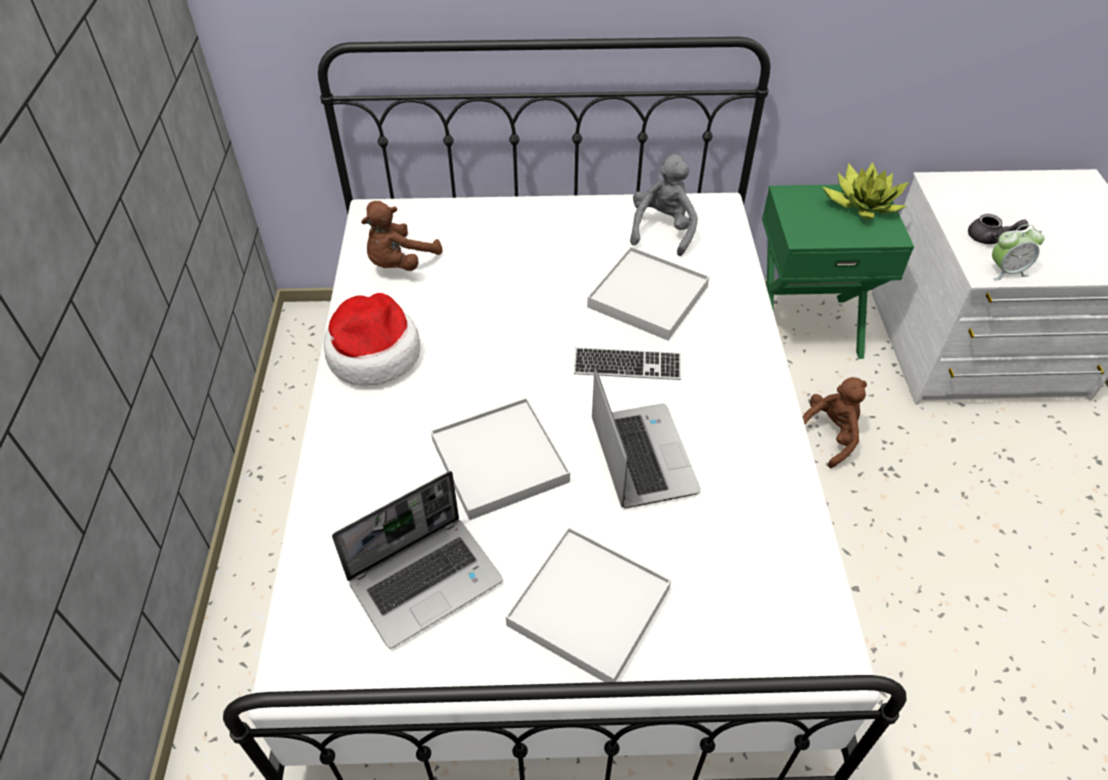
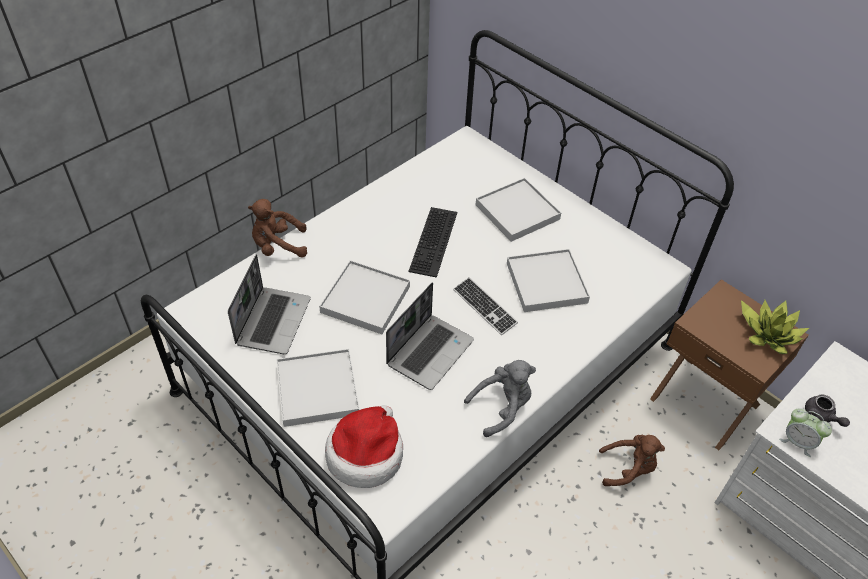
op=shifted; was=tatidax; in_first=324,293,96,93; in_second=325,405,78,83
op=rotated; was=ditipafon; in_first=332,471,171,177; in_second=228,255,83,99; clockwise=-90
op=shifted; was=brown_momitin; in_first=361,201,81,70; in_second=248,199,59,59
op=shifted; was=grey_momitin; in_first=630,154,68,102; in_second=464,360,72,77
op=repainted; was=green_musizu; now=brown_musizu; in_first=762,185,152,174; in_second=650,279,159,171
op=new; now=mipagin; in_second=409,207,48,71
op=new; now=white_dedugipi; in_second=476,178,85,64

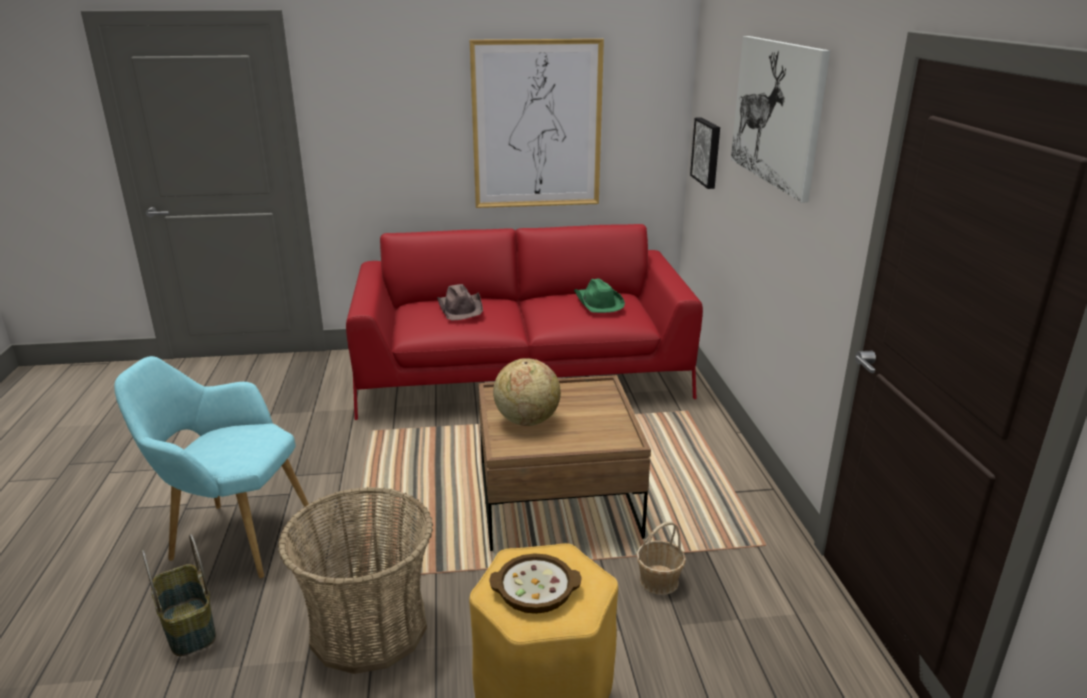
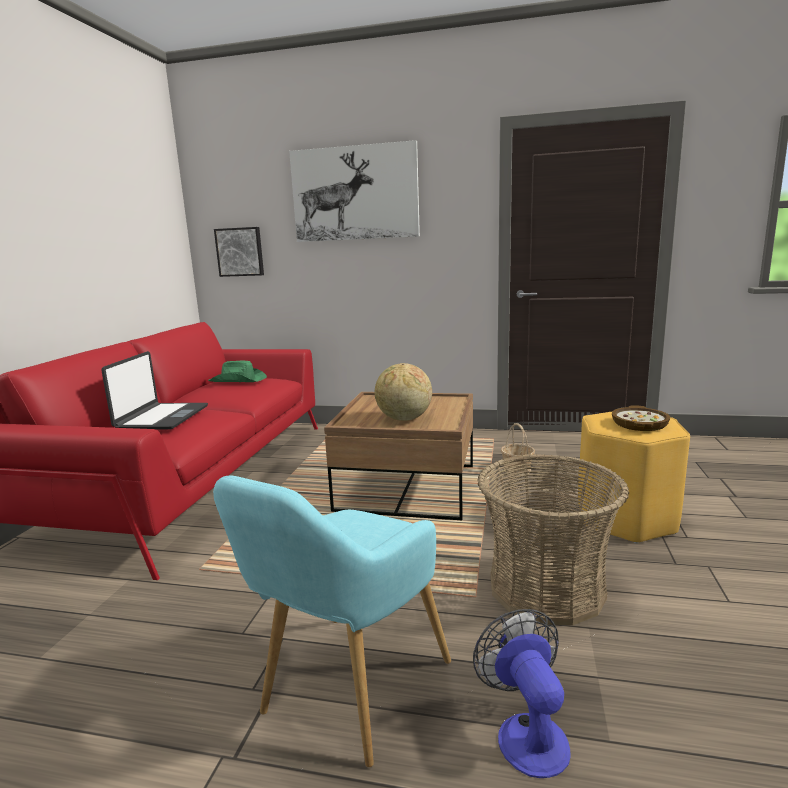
op=swapped; was=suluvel; now=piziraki; in_first=142,534,74,122; in_second=473,609,98,169
op=swapped; was=brown_tatidax; now=ditipafon; in_first=437,284,46,36; in_second=102,351,106,79
op=gone; was=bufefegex; in_first=470,39,134,169

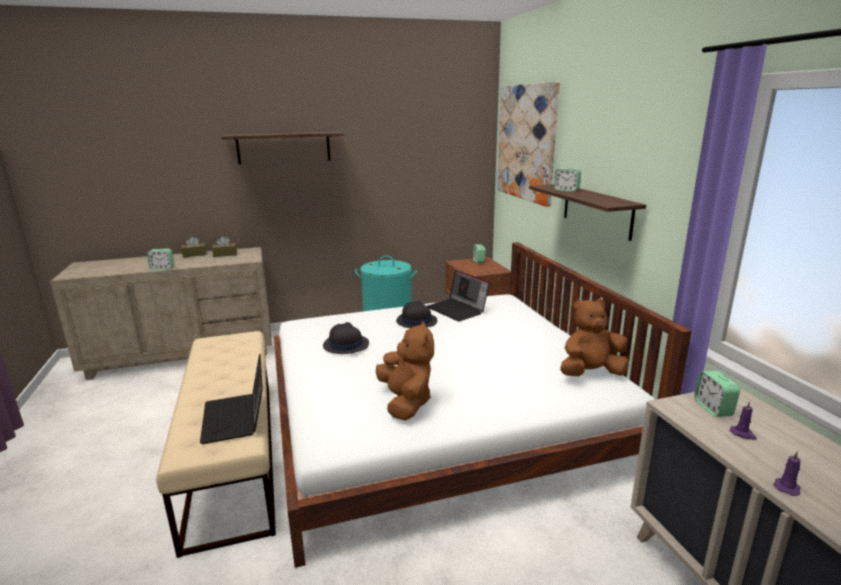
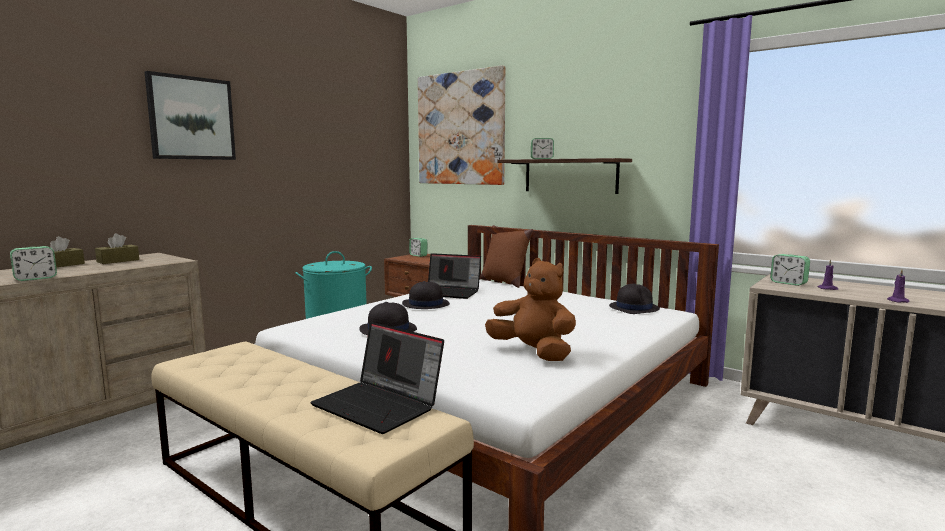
op=swapped; was=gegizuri; now=bufefegex; in_first=221,132,123,33; in_second=144,71,92,89
op=swapped; was=brown_momitin; now=black_tatidax; in_first=560,299,68,77; in_second=609,284,51,30
op=new; now=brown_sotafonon; in_second=480,225,53,63

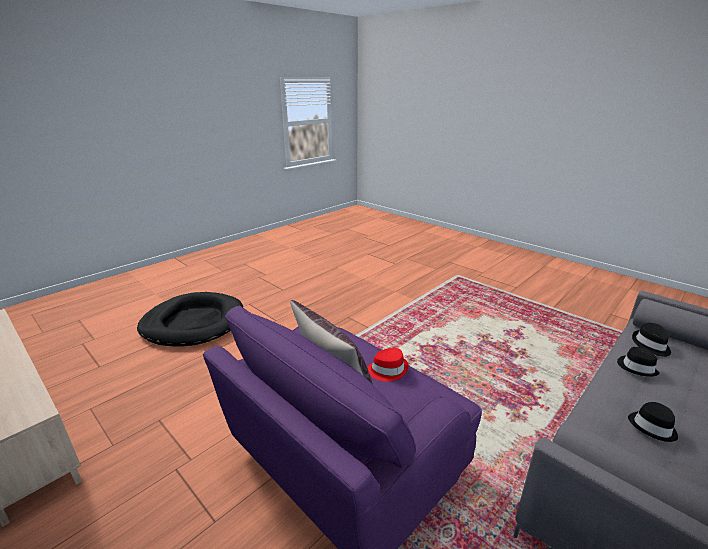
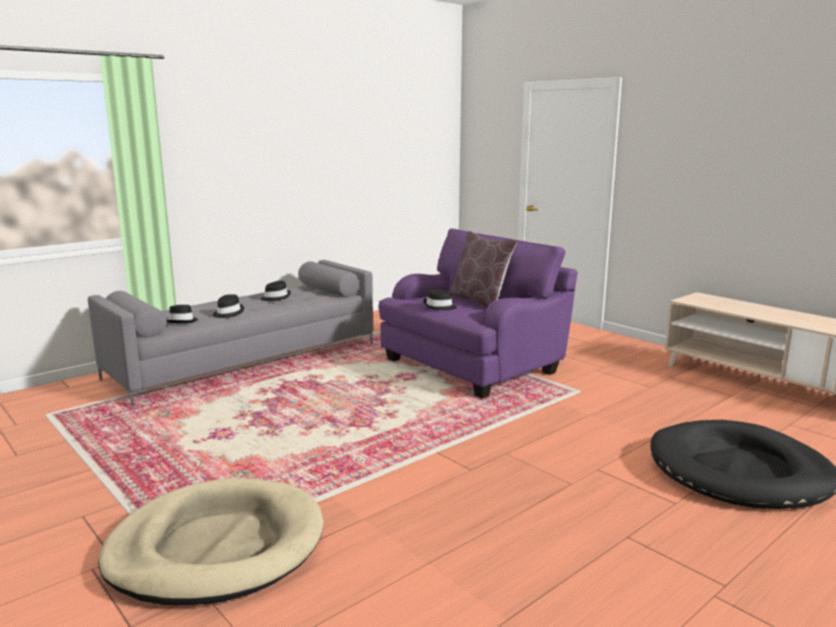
op=repainted; was=red_tatidax; now=black_tatidax; in_first=367,348,42,33; in_second=423,288,34,22
op=new; now=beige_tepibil; in_second=98,479,226,126

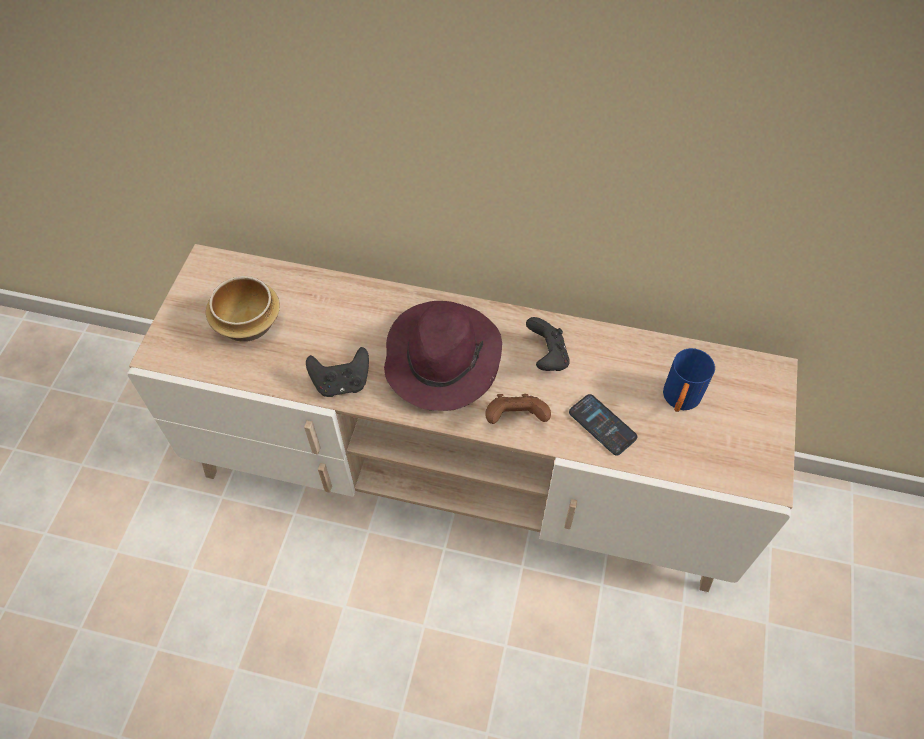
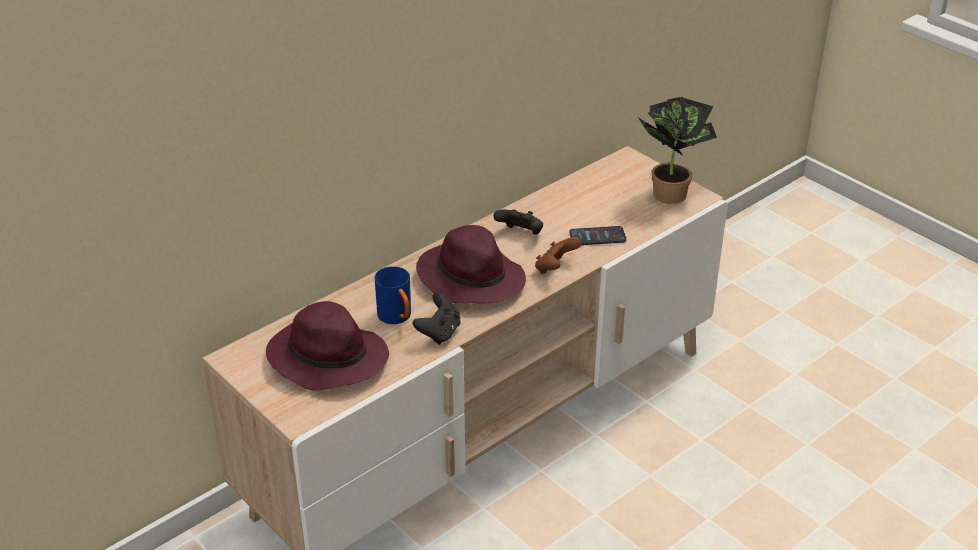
op=swapped; was=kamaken; now=purple_tatidax; in_first=206,276,74,66; in_second=266,301,123,90
op=shifted; was=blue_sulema; in_first=663,348,52,64; in_second=375,266,36,58
op=new; now=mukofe; in_second=638,97,79,107

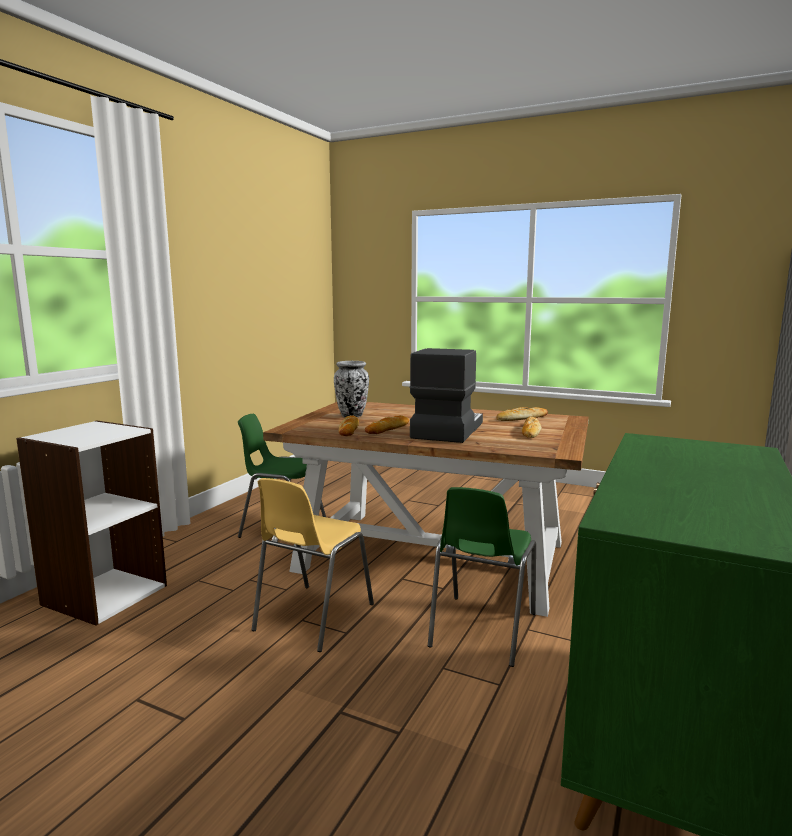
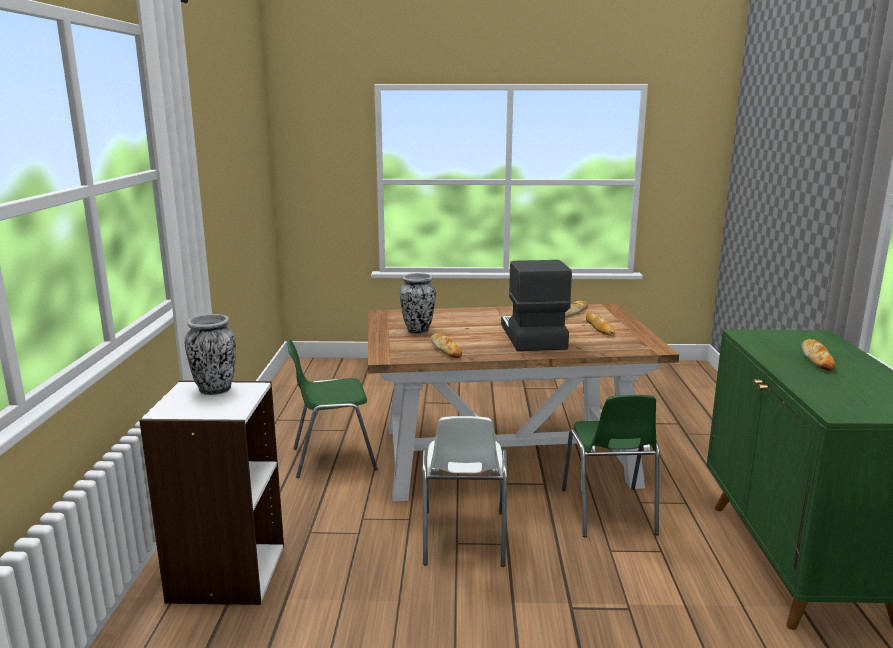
op=repainted; was=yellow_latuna; now=white_latuna; in_first=252,478,122,174; in_second=422,416,85,151
op=shifted; was=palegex; in_first=365,415,44,19; in_second=802,339,34,32
op=new; now=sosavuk; in_second=185,314,51,81

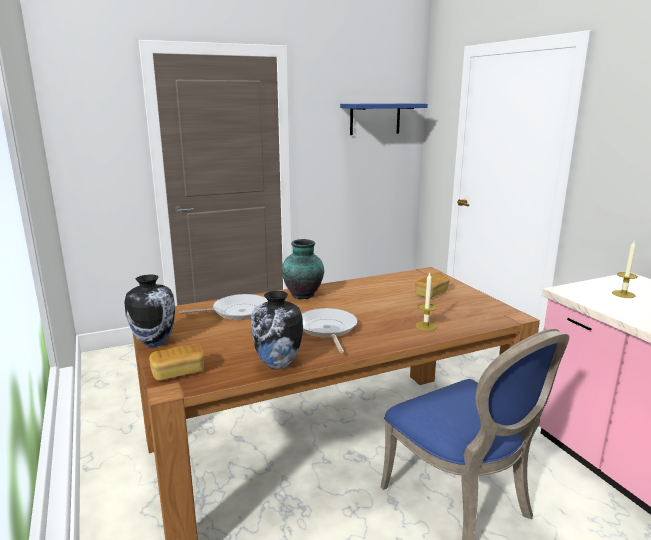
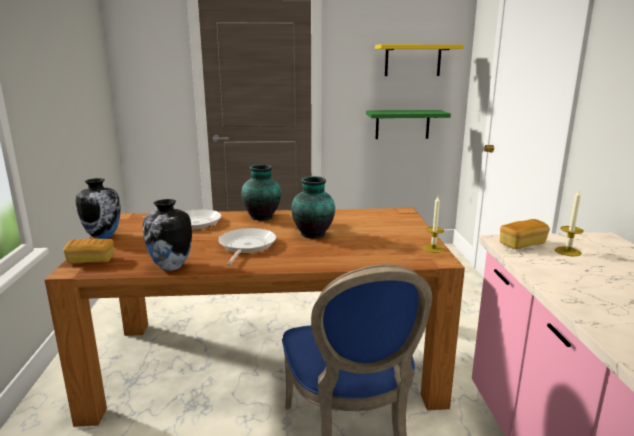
op=repainted; was=blue_gegizuri; now=yellow_gegizuri; in_first=340,103,88,32; in_second=375,44,89,32
op=shifted; was=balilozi; in_first=415,273,22,58; in_second=423,196,21,57
op=shifted; was=palegex; in_first=415,273,35,25; in_second=500,219,50,30
op=new; now=sosavuk; in_second=291,176,44,62
op=new; now=green_gegizuri; in_second=366,110,85,29

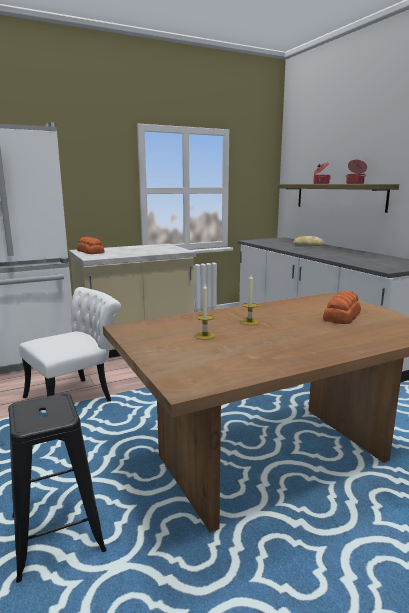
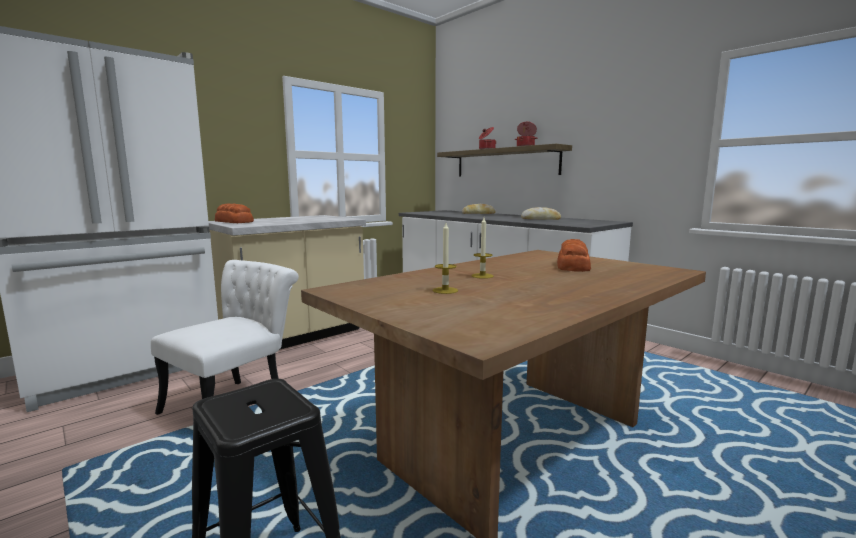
op=new; now=palegex; in_second=521,207,40,13

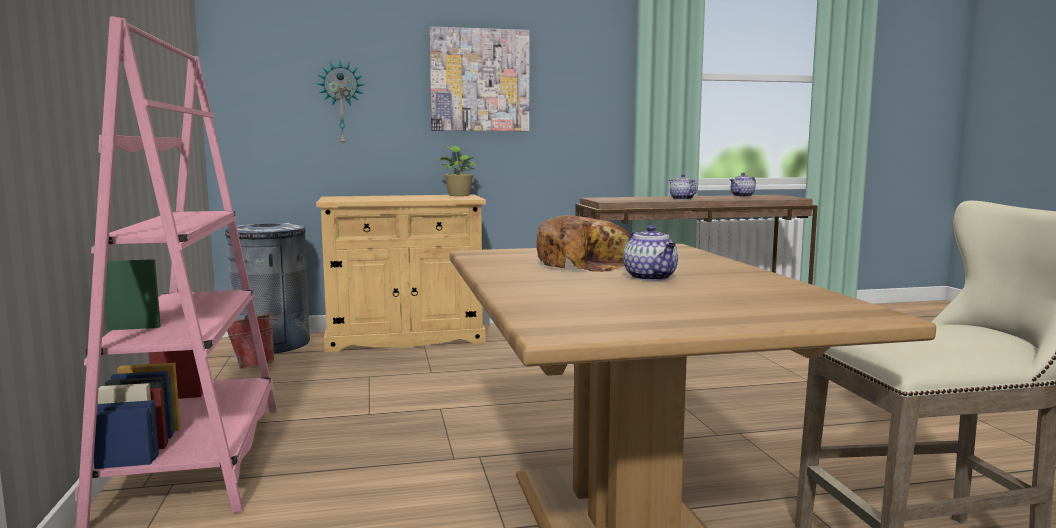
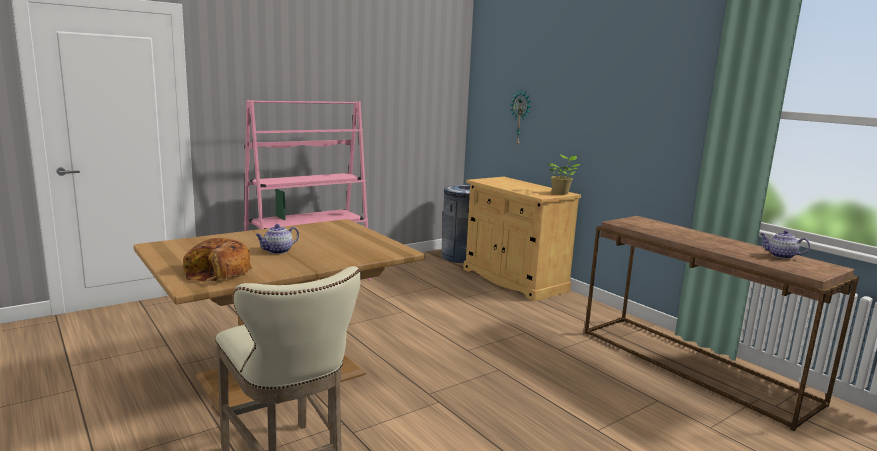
op=gone; was=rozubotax; in_first=227,313,50,56
op=gone; was=bufefegex; in_first=429,26,100,105
op=shifted; was=palegex; in_first=537,215,93,57; in_second=183,238,70,45
op=gone; was=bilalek; in_first=669,174,29,26

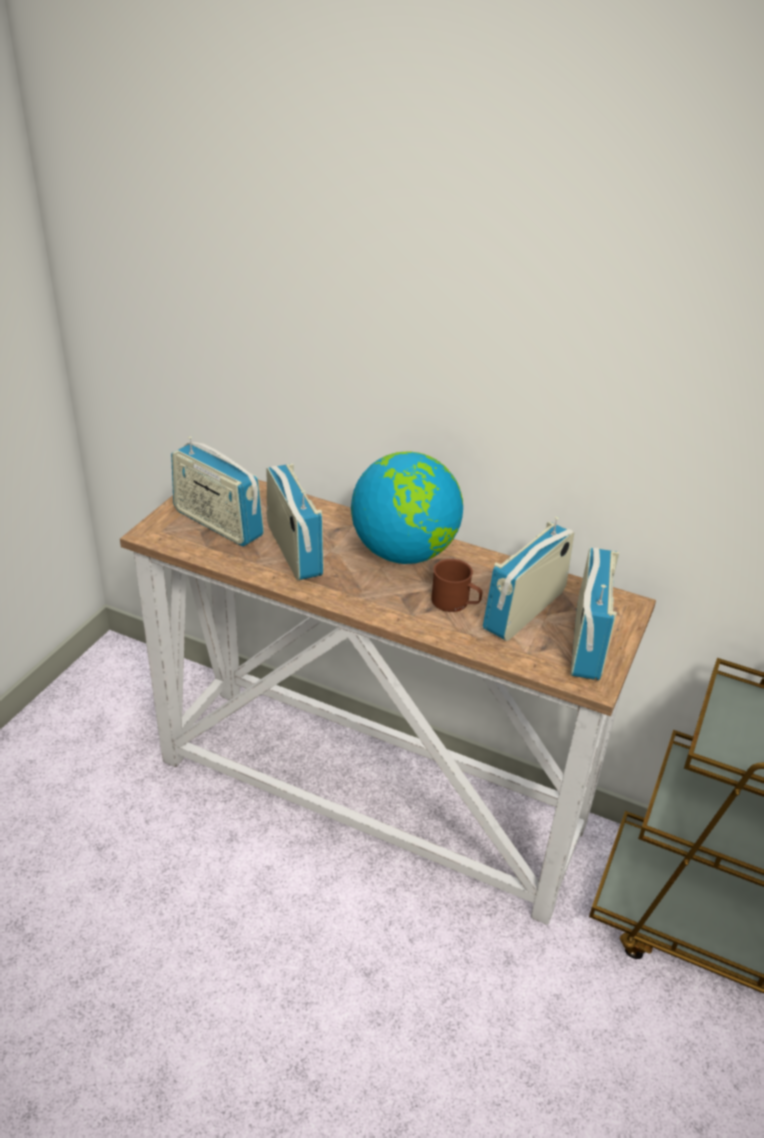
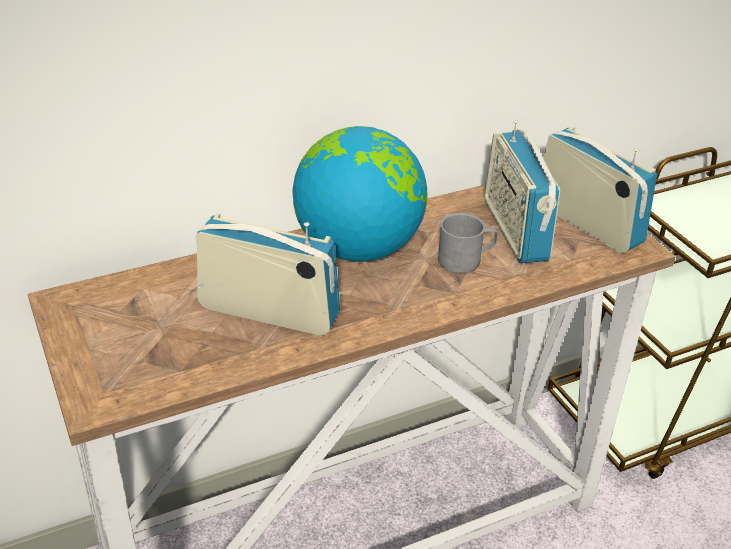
op=gone; was=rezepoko; in_first=171,436,93,110
op=repainted; was=brown_sulema; now=grey_sulema; in_first=431,559,51,53; in_second=438,213,59,60

